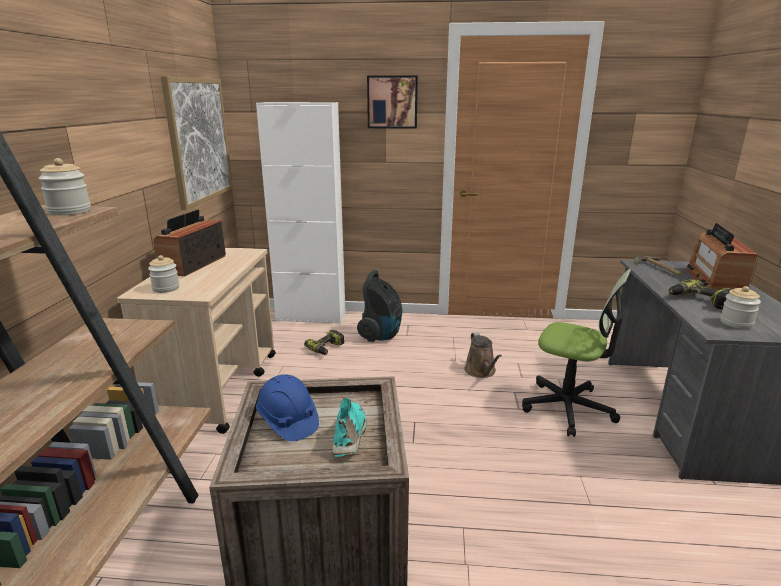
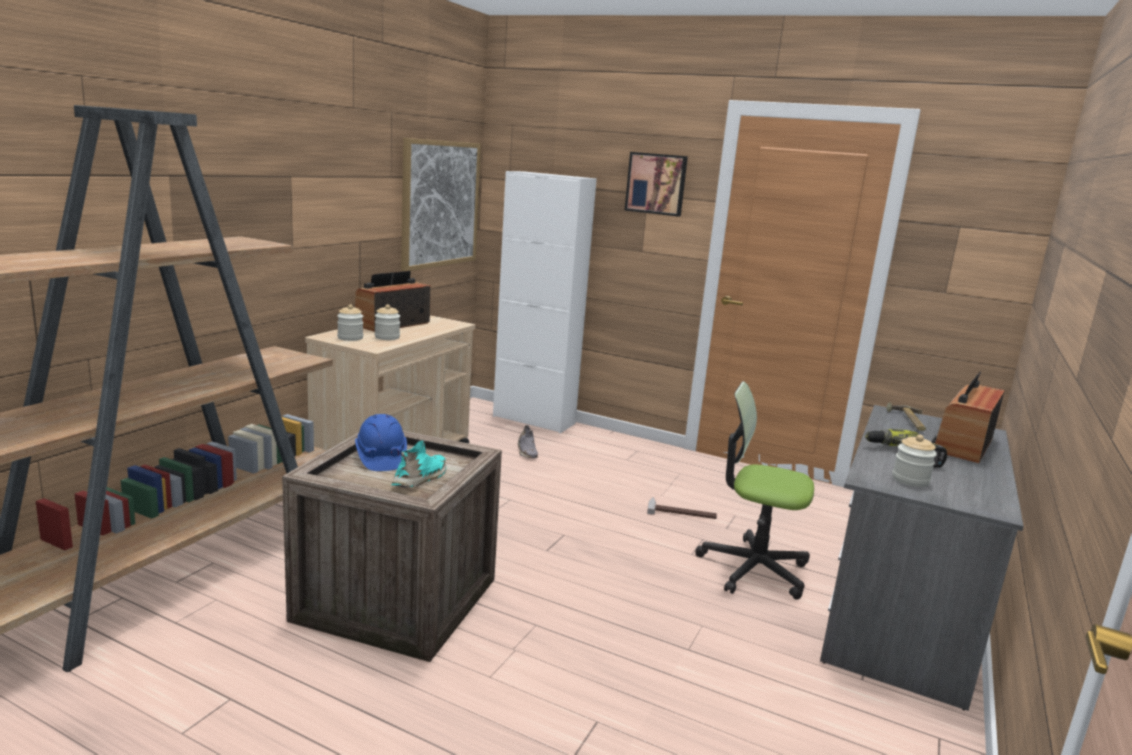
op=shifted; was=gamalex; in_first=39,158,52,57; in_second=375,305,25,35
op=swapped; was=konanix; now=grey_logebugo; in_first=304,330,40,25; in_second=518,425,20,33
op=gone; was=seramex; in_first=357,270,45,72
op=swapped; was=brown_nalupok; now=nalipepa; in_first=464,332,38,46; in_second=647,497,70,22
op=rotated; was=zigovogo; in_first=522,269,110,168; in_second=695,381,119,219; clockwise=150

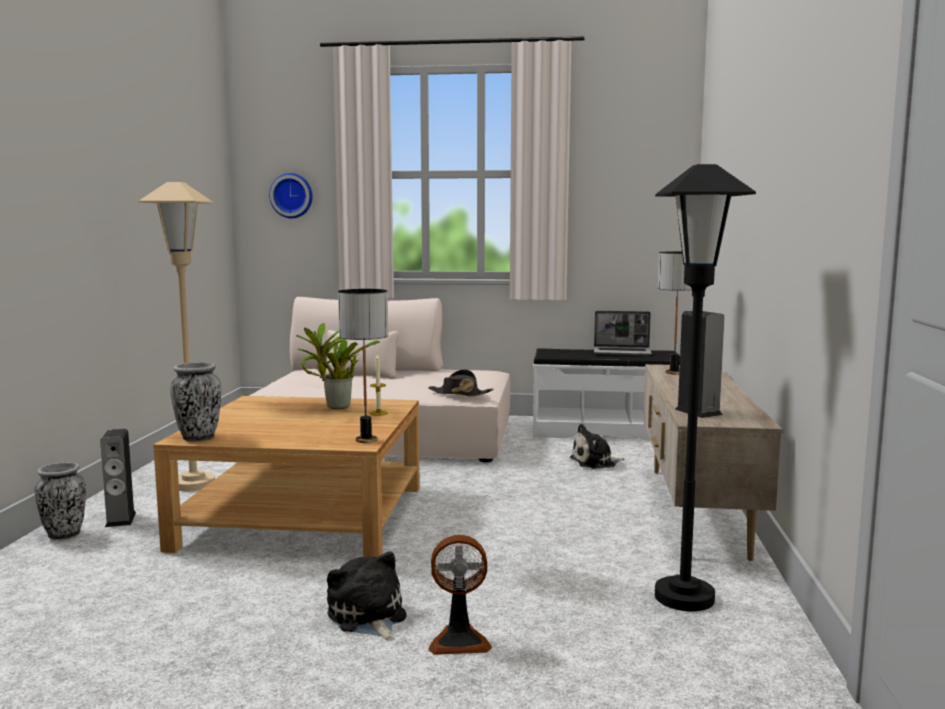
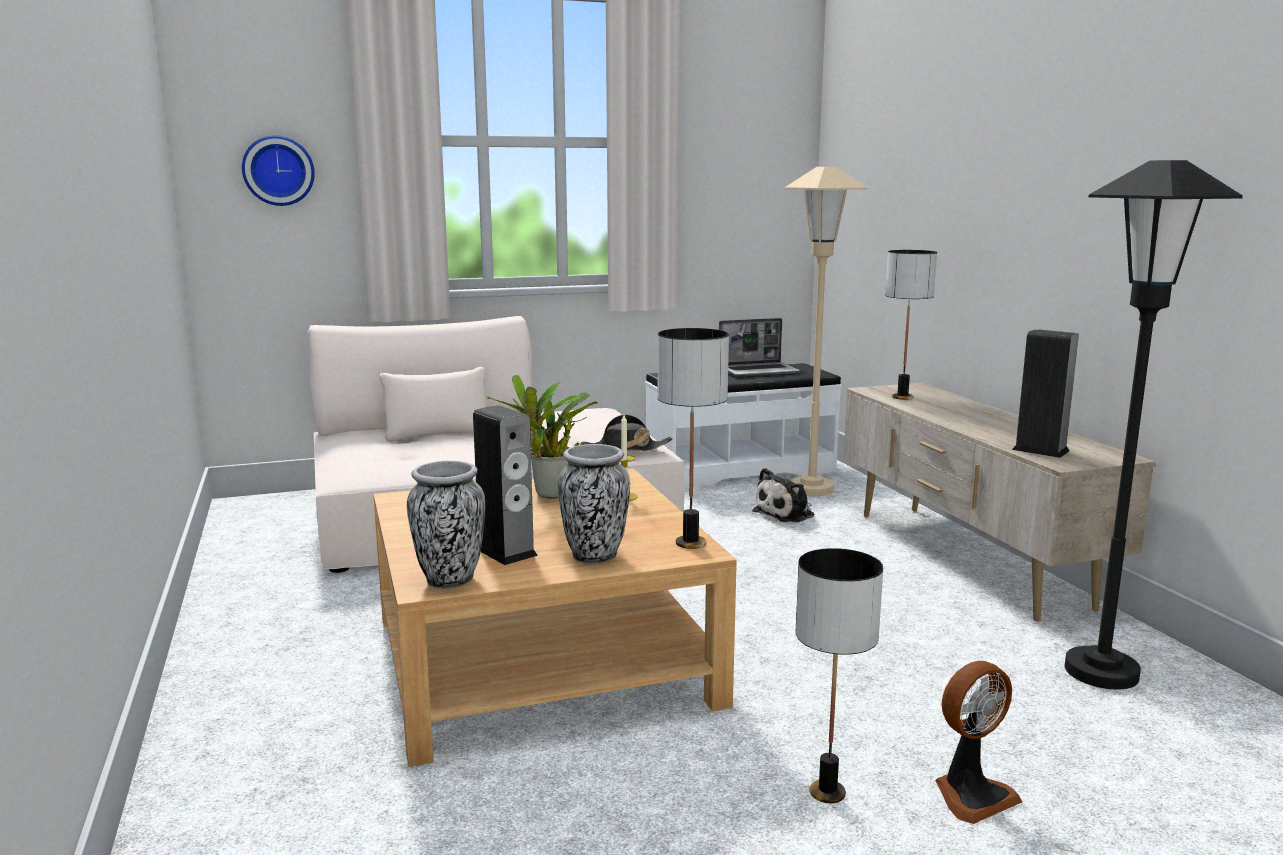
op=shifted; was=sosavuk; in_first=34,462,52,78; in_second=558,444,72,120
op=shifted; was=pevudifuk; in_first=100,429,36,98; in_second=473,405,65,160
op=shifted; was=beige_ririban; in_first=139,182,76,309; in_second=785,167,82,329
op=swapped; was=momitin; now=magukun; in_first=327,551,79,90; in_second=796,548,87,255

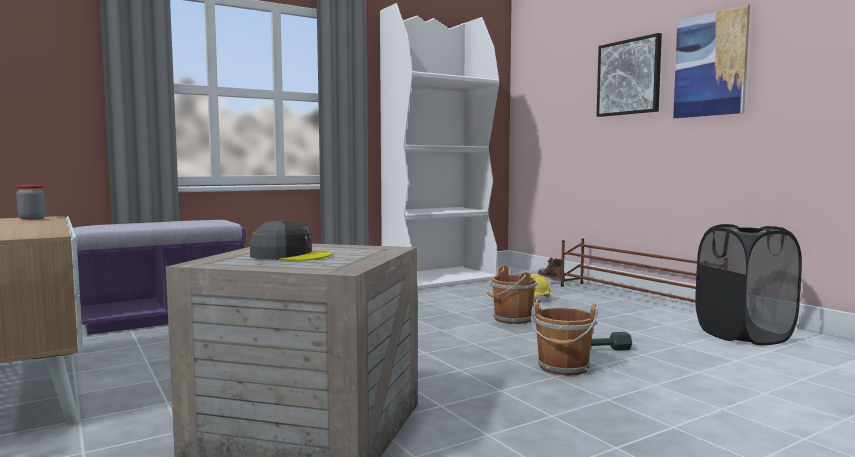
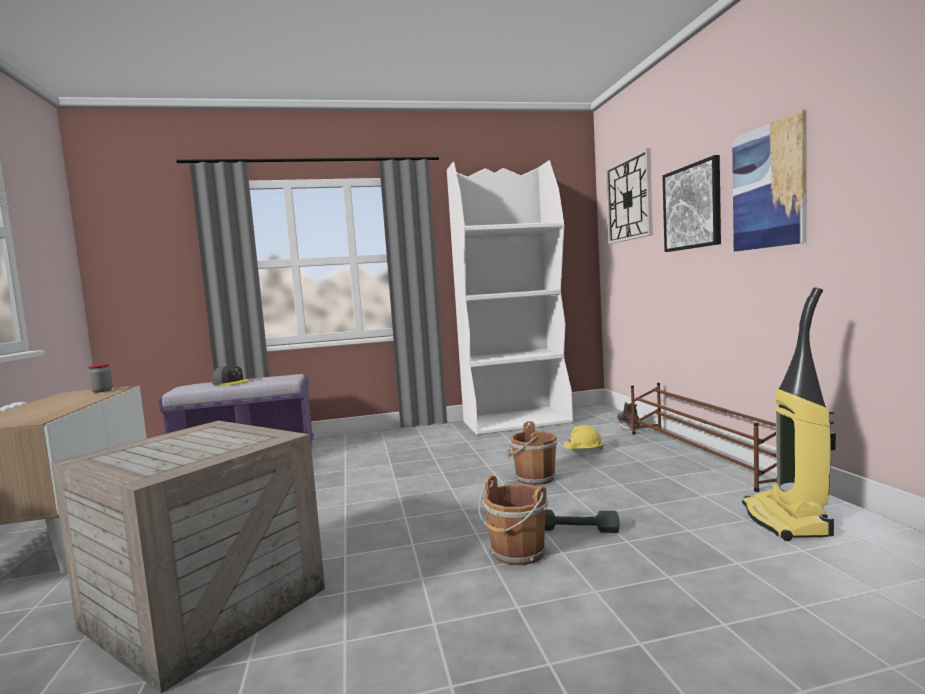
op=shifted; was=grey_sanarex; in_first=250,220,83,41; in_second=212,365,39,20
op=swapped; was=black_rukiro; now=seramex; in_first=695,224,107,121; in_second=742,287,94,254
op=new; now=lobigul; in_second=606,148,47,96

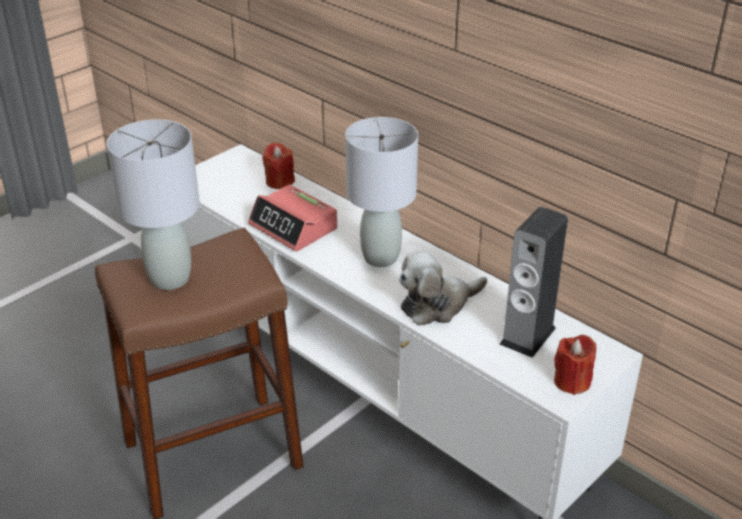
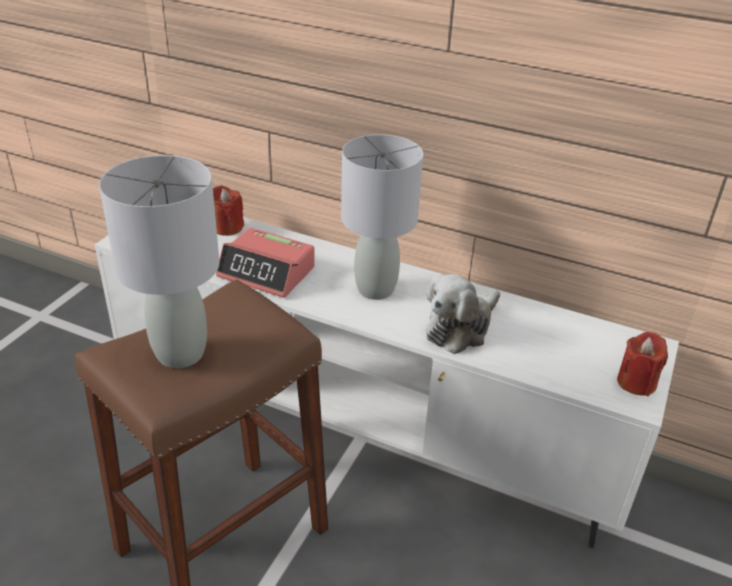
op=gone; was=pevudifuk; in_first=500,207,68,151

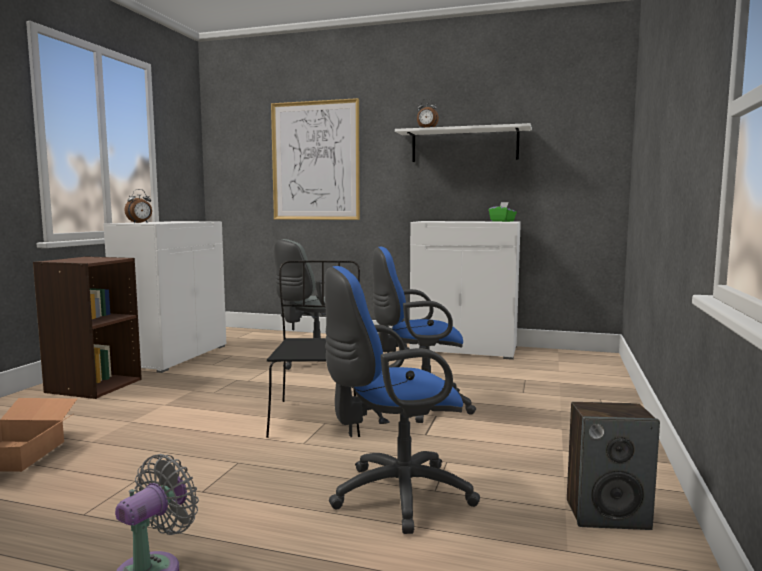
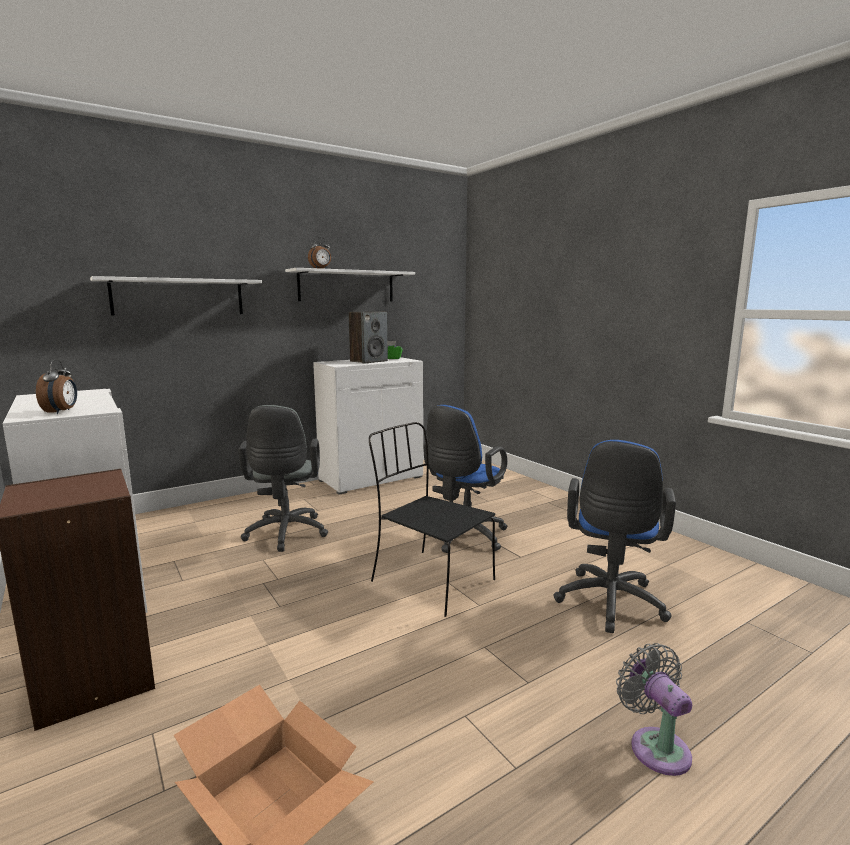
op=swapped; was=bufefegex; now=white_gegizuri; in_first=271,98,89,122; in_second=90,276,172,40
op=shifted; was=pevudifuk; in_first=567,402,93,128; in_second=349,311,39,52

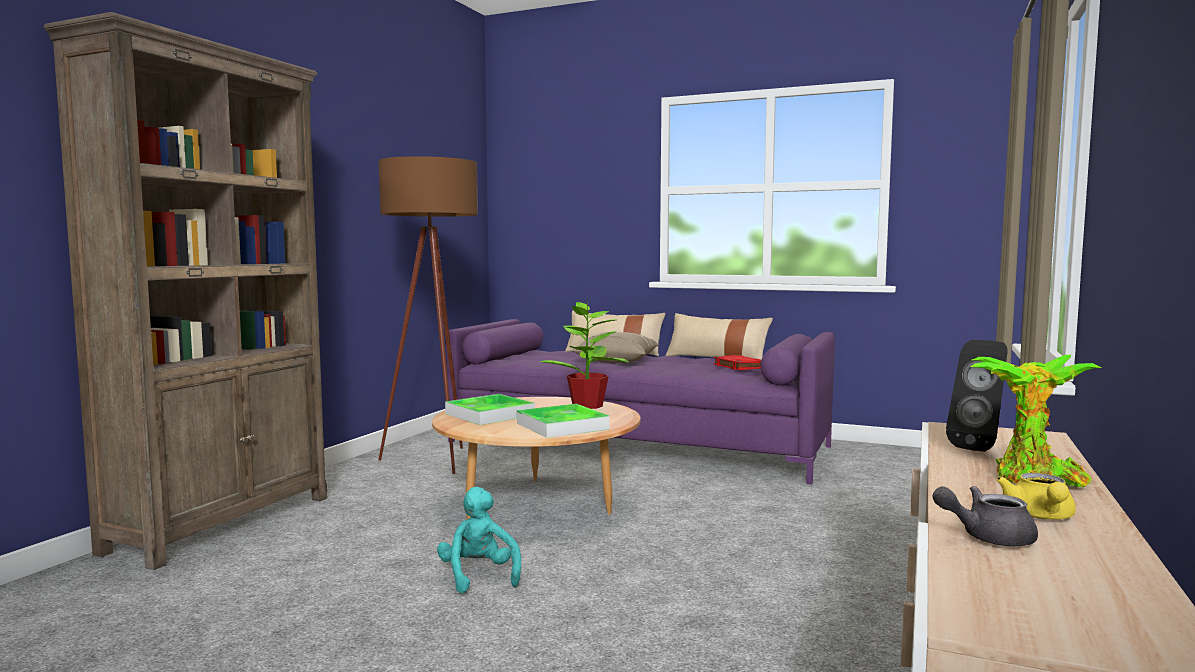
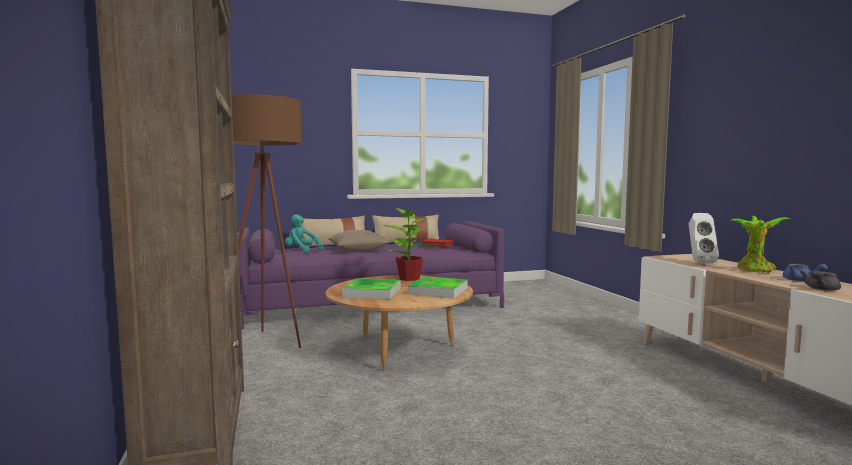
op=shifted; was=turquoise_momitin; in_first=437,487,84,107; in_second=285,214,38,39
op=repainted; was=black_pevudifuk; now=white_pevudifuk; in_first=946,340,62,112; in_second=689,213,30,51
op=repainted; was=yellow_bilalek; now=blue_bilalek; in_first=996,473,80,47; in_second=783,264,45,17

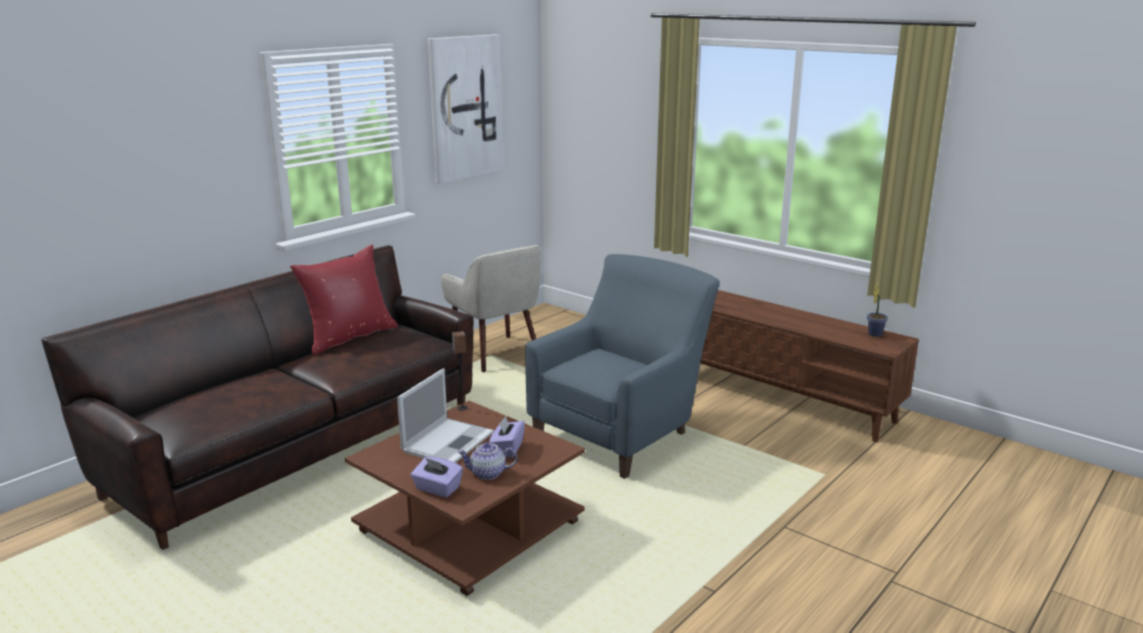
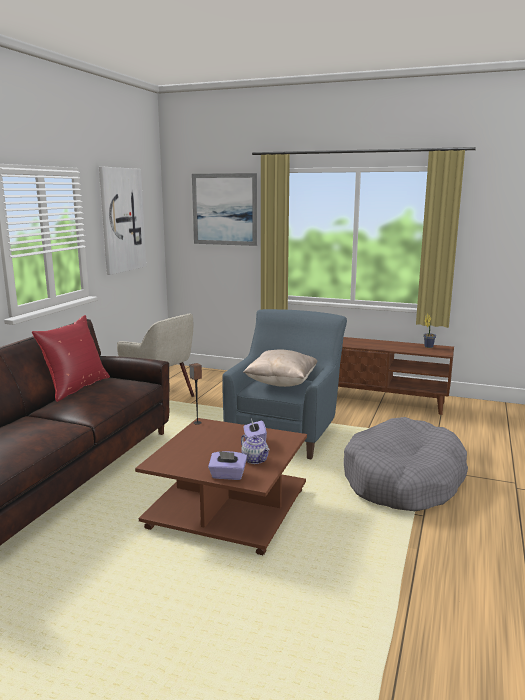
op=gone; was=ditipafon; in_first=397,369,97,94
op=rotated; was=bilalek; in_first=458,442,59,38; in_second=241,434,29,30; clockwise=-105
op=new; now=bufefegex; in_second=192,173,65,73
op=new; now=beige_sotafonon; in_second=243,349,75,38
op=new; now=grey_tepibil; in_second=344,417,124,94

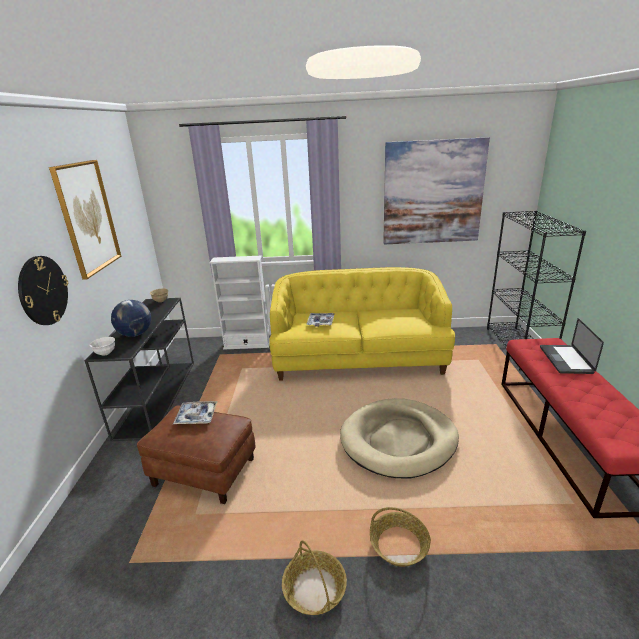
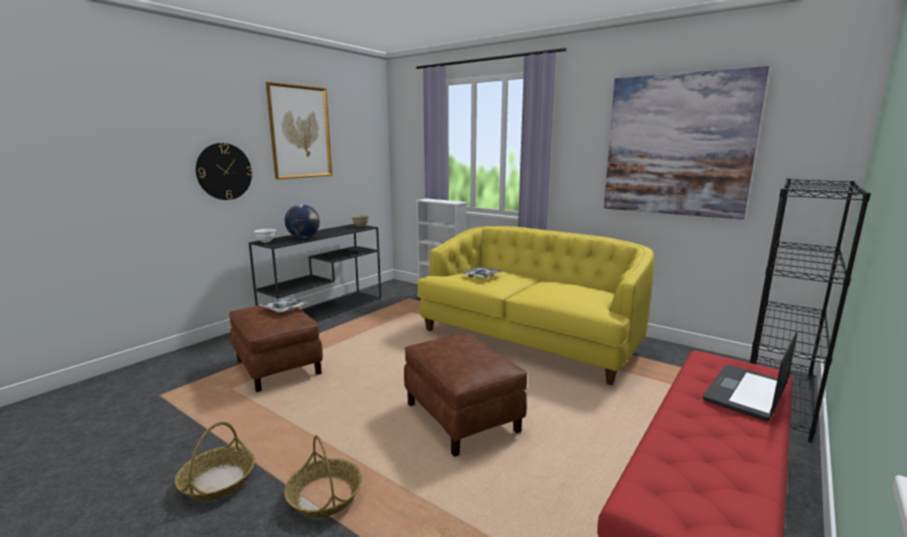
op=swapped; was=beige_tepibil; now=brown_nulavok; in_first=340,398,119,80; in_second=404,333,123,124

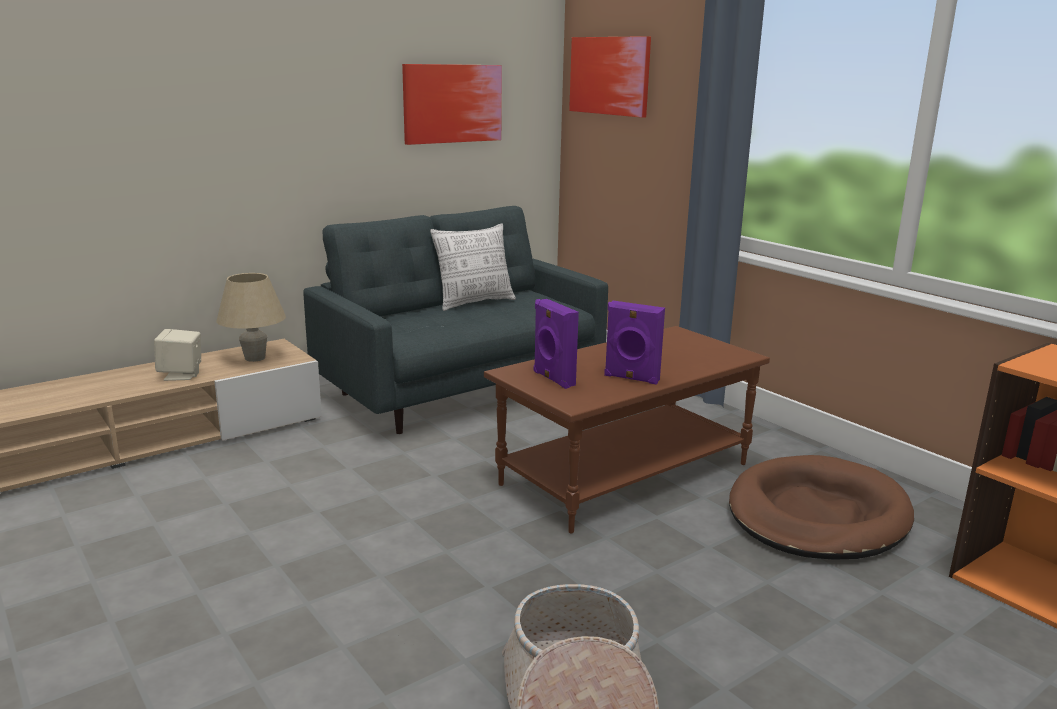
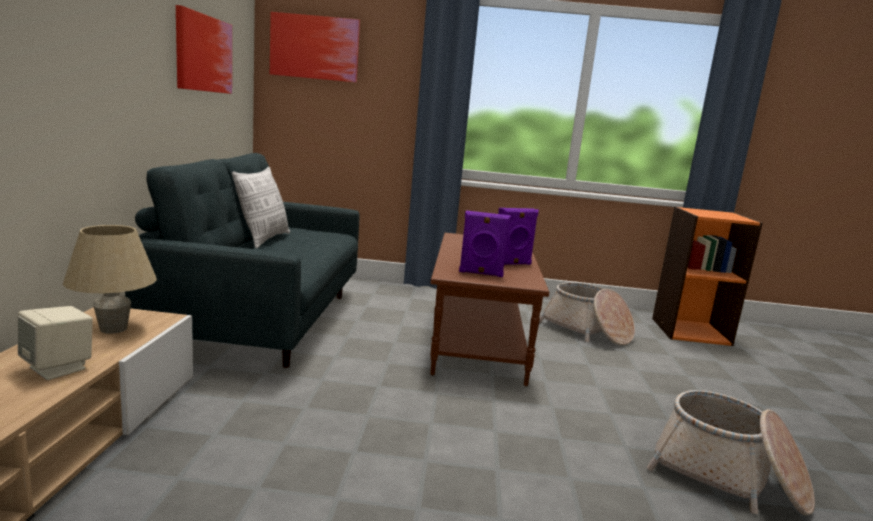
op=swapped; was=brown_tepibil; now=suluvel; in_first=729,455,185,105; in_second=539,282,96,63

